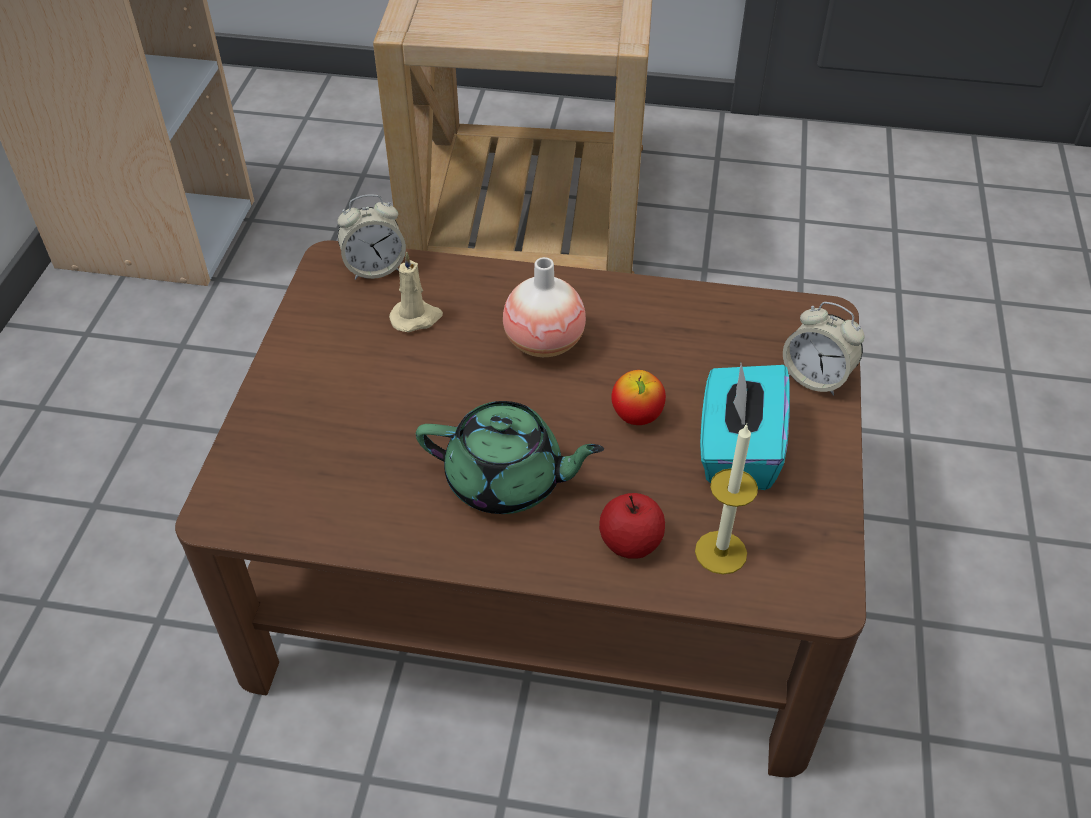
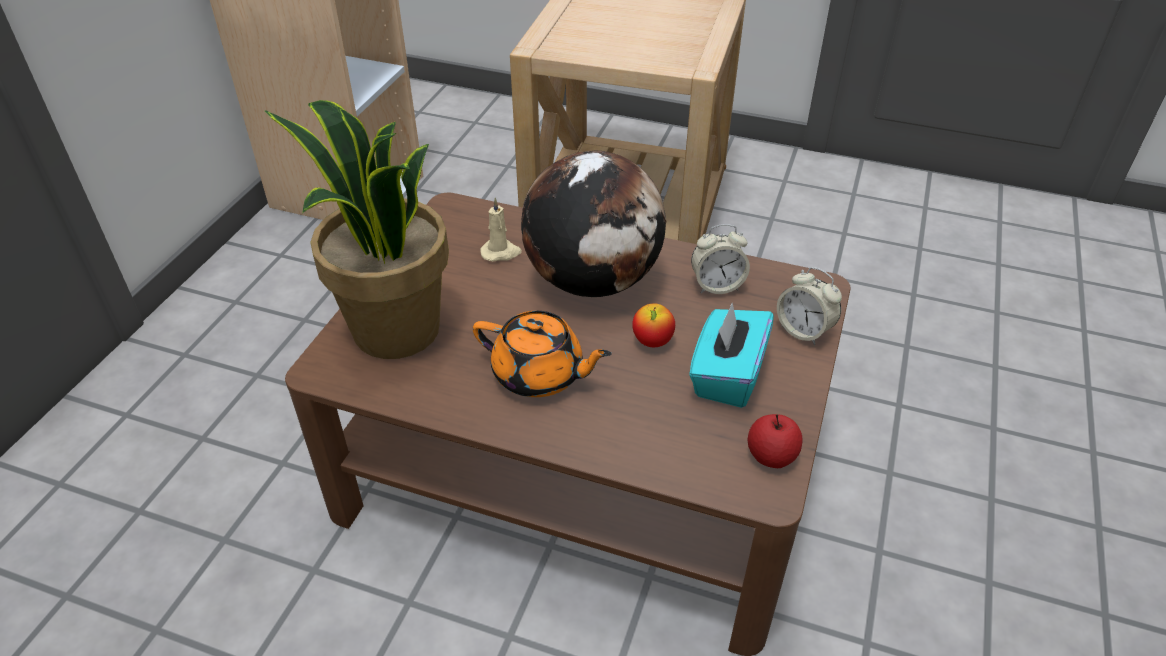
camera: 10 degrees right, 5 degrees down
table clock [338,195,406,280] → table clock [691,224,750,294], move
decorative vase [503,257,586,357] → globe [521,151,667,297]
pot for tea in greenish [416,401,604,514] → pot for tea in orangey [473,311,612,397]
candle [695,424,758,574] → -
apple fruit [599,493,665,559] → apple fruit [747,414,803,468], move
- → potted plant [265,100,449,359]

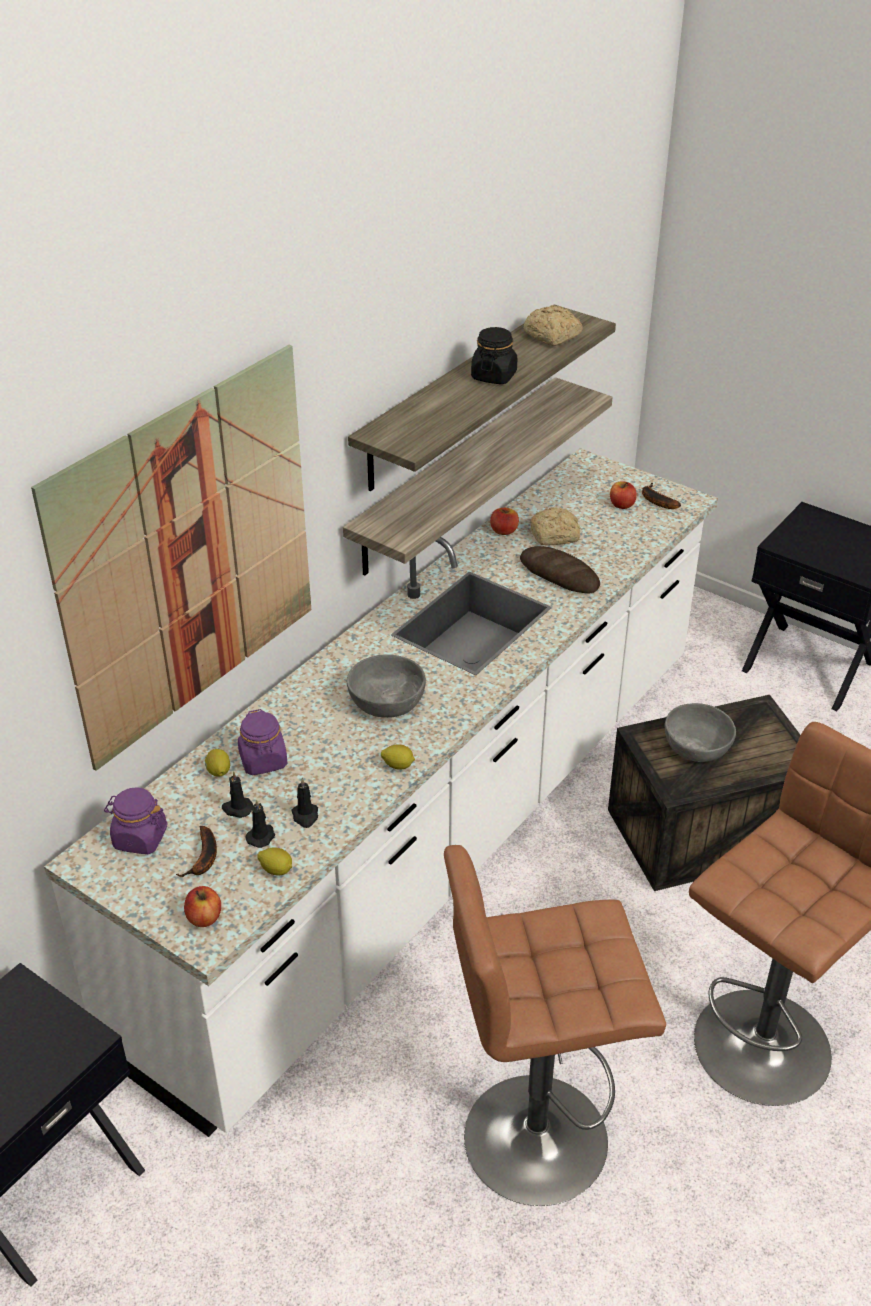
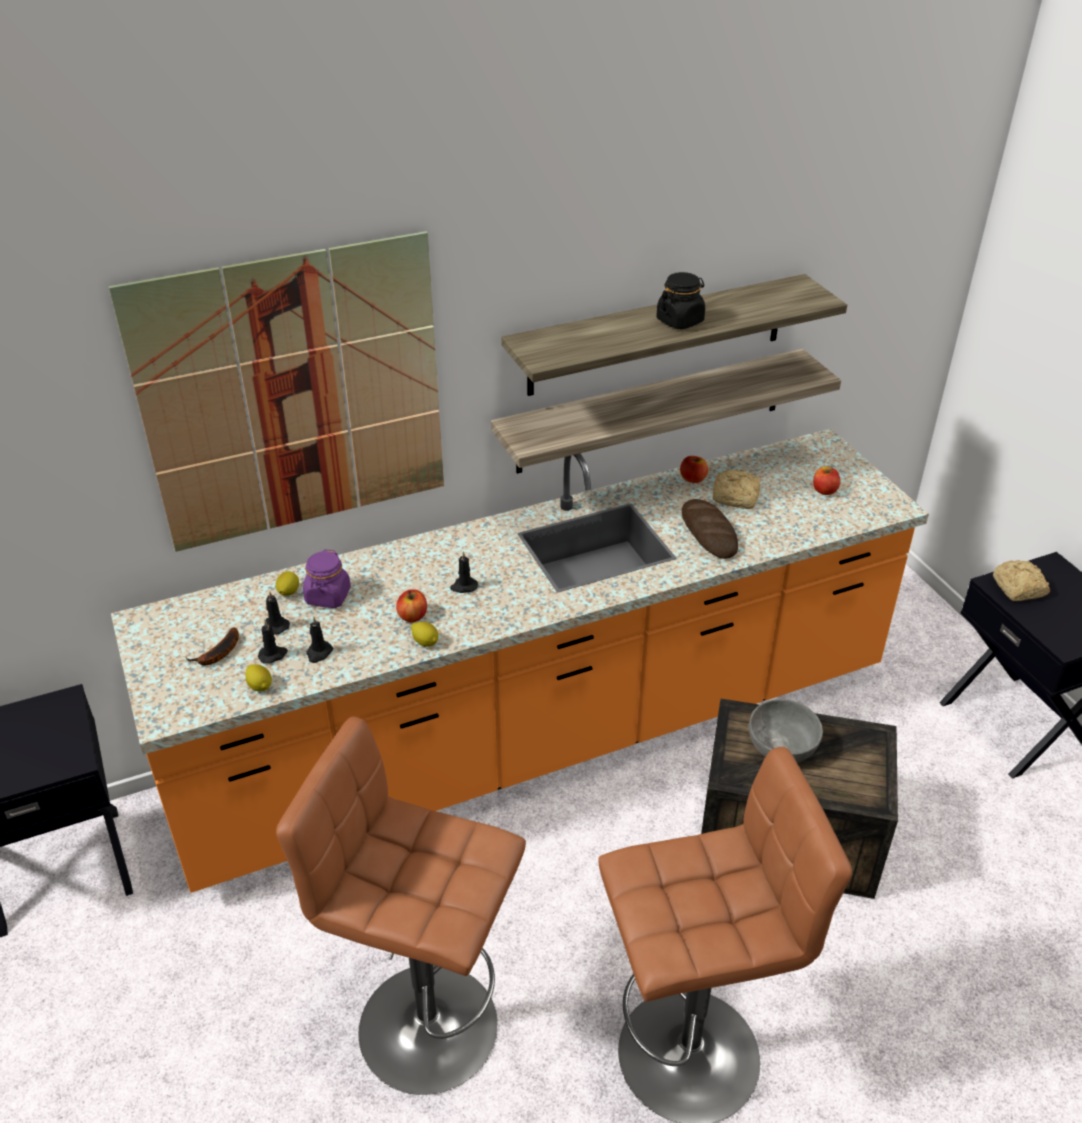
camera: 30 degrees right, 0 degrees up
baked bread [524,305,583,346] → baked bread [993,560,1050,601], move
kitchen base unit in whitish [44,448,718,1137] → kitchen base unit in orangey [111,429,929,893]
whole banana [642,482,681,509] → -
deep dish in grey [347,654,426,718] → candle in black [450,552,478,593]
preserve jar in purple [104,787,168,854] → -
apple fruit [184,886,221,927] → apple fruit [396,589,427,622], move

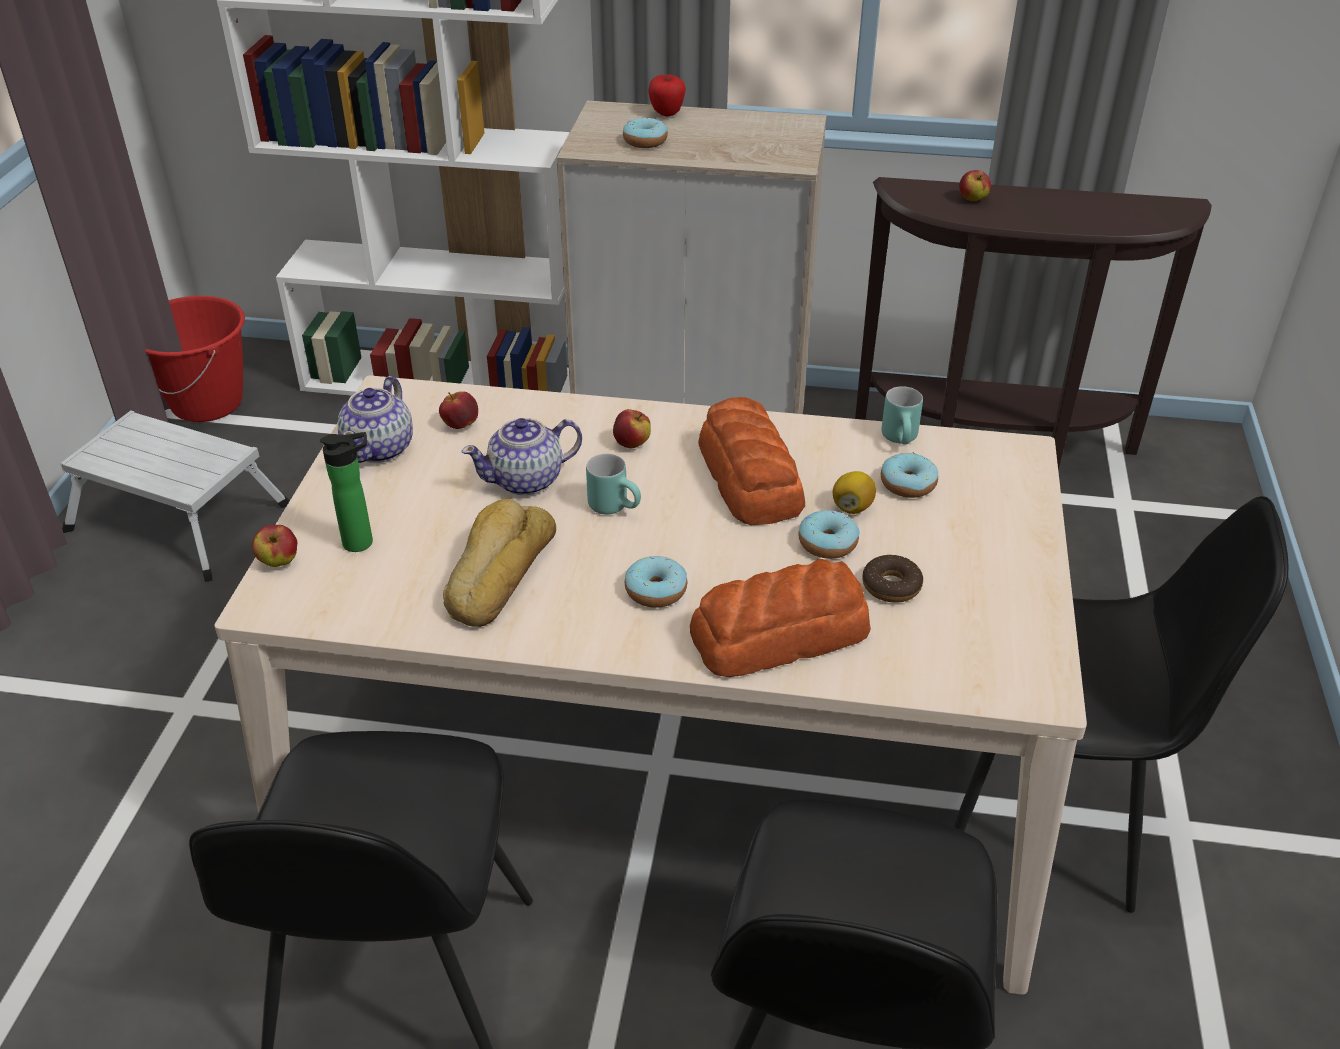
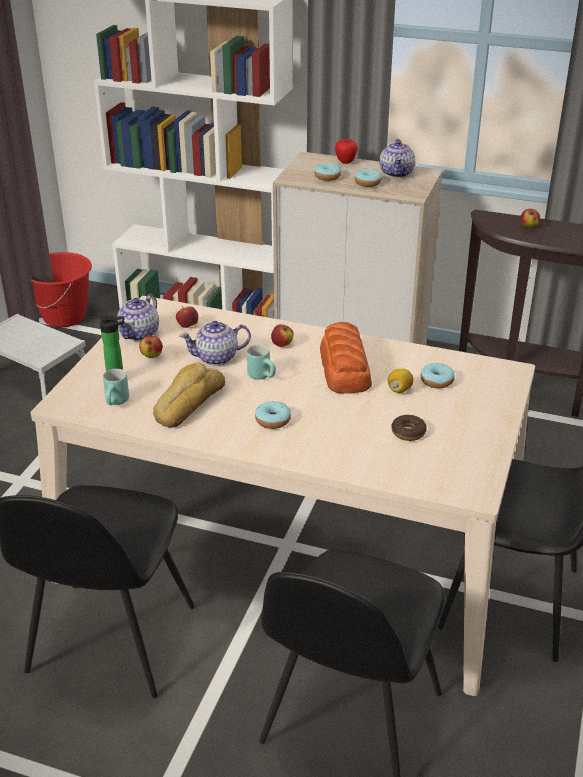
camera: 10 degrees right, 5 degrees down
mug in blue-green [882,386,923,445] → mug in blue-green [103,369,129,405], move
ring doughnut [798,510,860,559] → ring doughnut [355,169,382,187], move
apple fruit [252,525,297,567] → apple fruit [139,336,163,358], move
baked bread [690,559,871,677] → -
- → pot for tea [380,139,415,178]

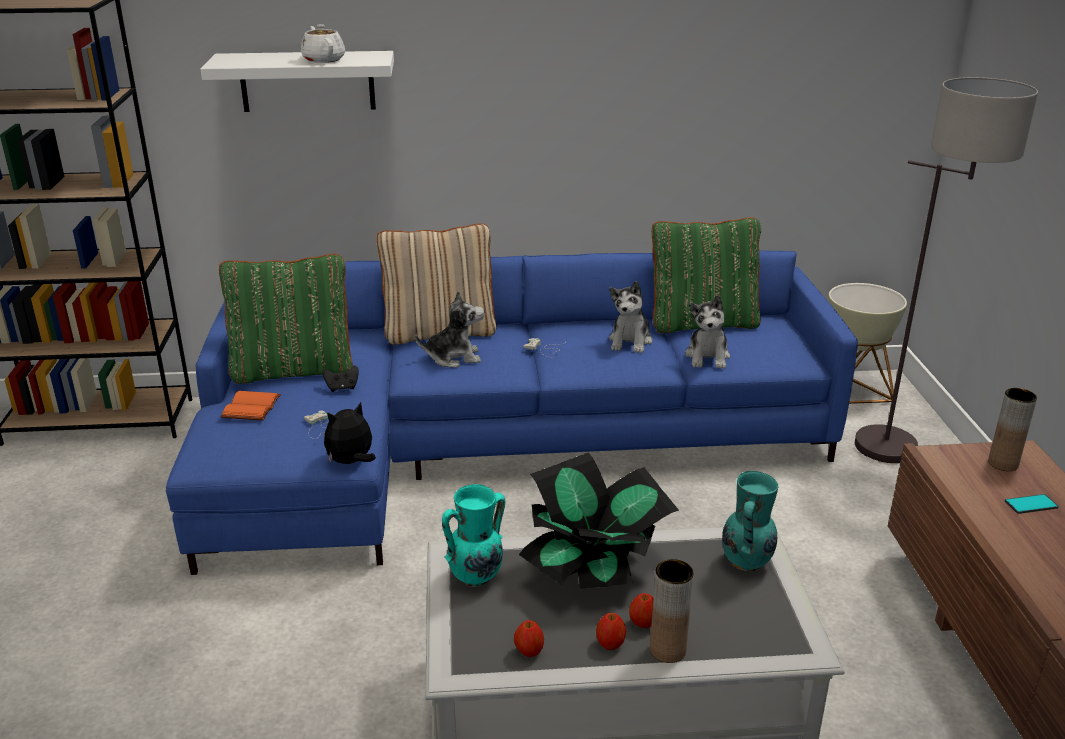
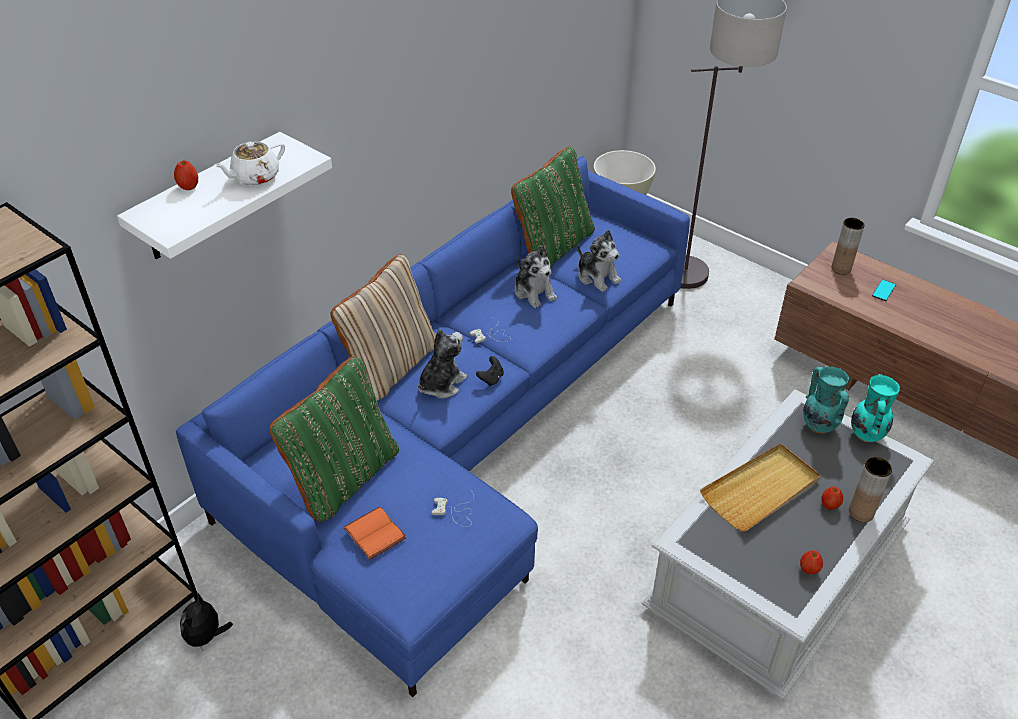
camera: 45 degrees left, 15 degrees up
pot for tea in whitish [301,24,345,63] → pot for tea in whitish [214,141,285,186], 60 degrees counterclockwise
joypad in black [322,366,359,392] → joypad in black [476,356,504,386], move
plush toy [324,402,376,464] → plush toy [180,593,233,649], move
potted plant [519,452,679,589] → serving tray in sand-coloured [700,443,821,532]
decorative vase in blue-green [442,484,506,587] → decorative vase in blue-green [851,374,900,442], move
apple fruit [596,613,626,650] → apple fruit [174,160,198,190], move

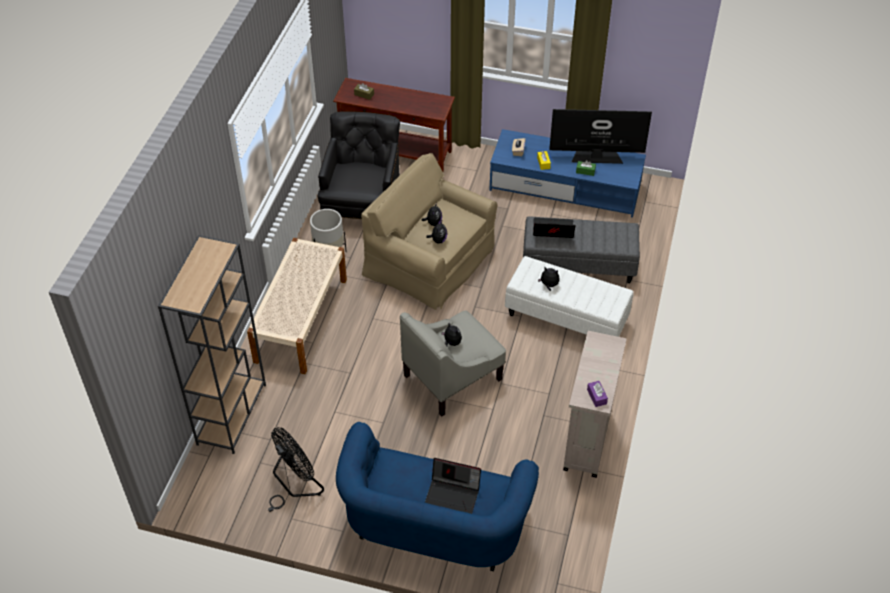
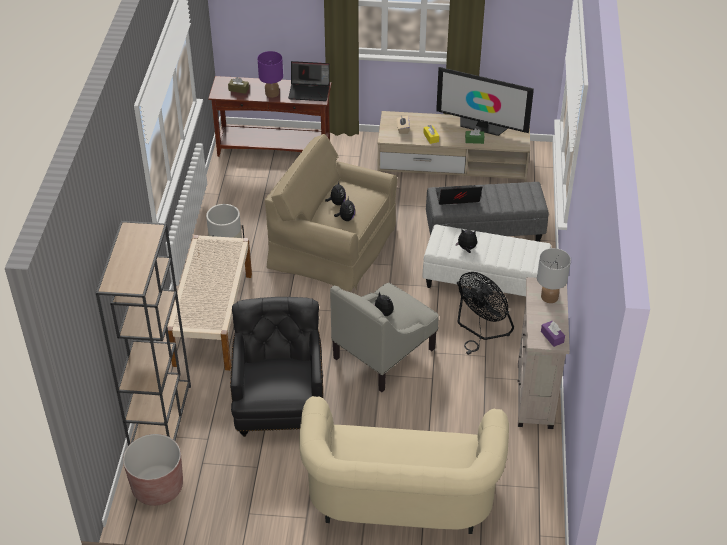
camera: 10 degrees left, 5 degrees down
TV [549,109,652,164] → TV [436,67,534,136], 150 degrees counterclockwise
easy chair in black [318,111,400,219] → easy chair in black [230,297,323,437], move
media console in bluish [489,129,646,218] → media console in sand-coloured [377,111,530,182]
sofa in bluish [336,422,539,572] → sofa in sand-coloured [299,396,509,534]
electric fan in black [268,427,324,512] → electric fan in black [457,272,514,355], move
portable computer [425,458,481,514] → portable computer [288,61,330,101], move
- → table lamp in purple [257,51,283,98]
- → table lamp in grey [537,248,571,303]
- → flower pot in brown-coloured [123,434,183,506]

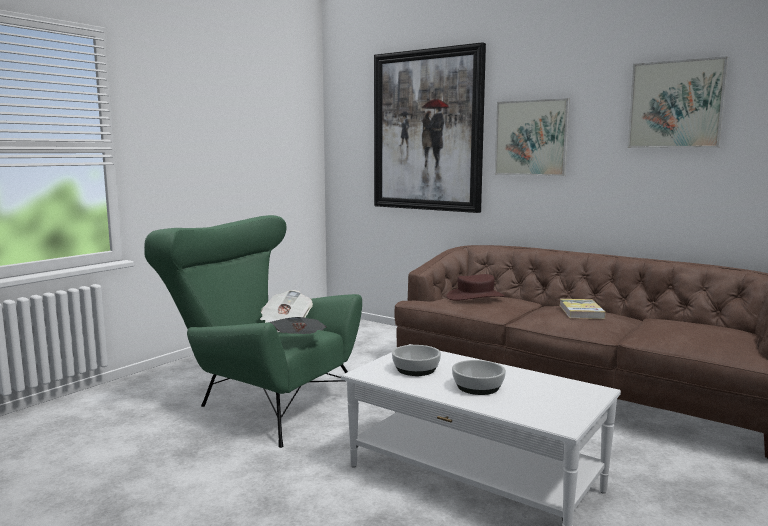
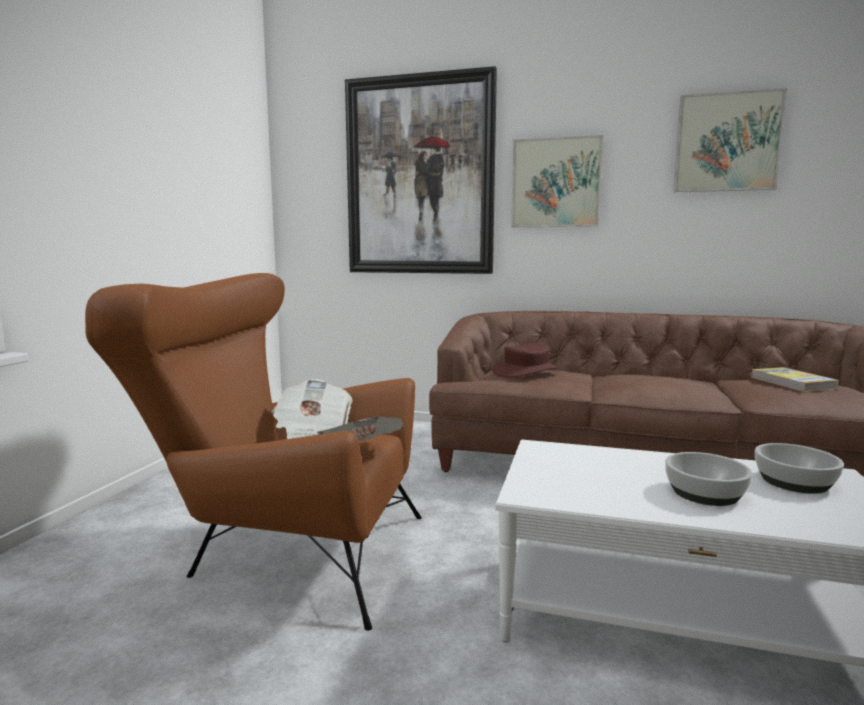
camera: 20 degrees left, 0 degrees up
easy chair in greenish [144,215,362,448] → easy chair in brown-coloured [85,273,422,631]
volume [559,299,606,319] → volume [751,367,839,392], move
deep dish [392,345,441,376] → deep dish [755,443,844,494], move

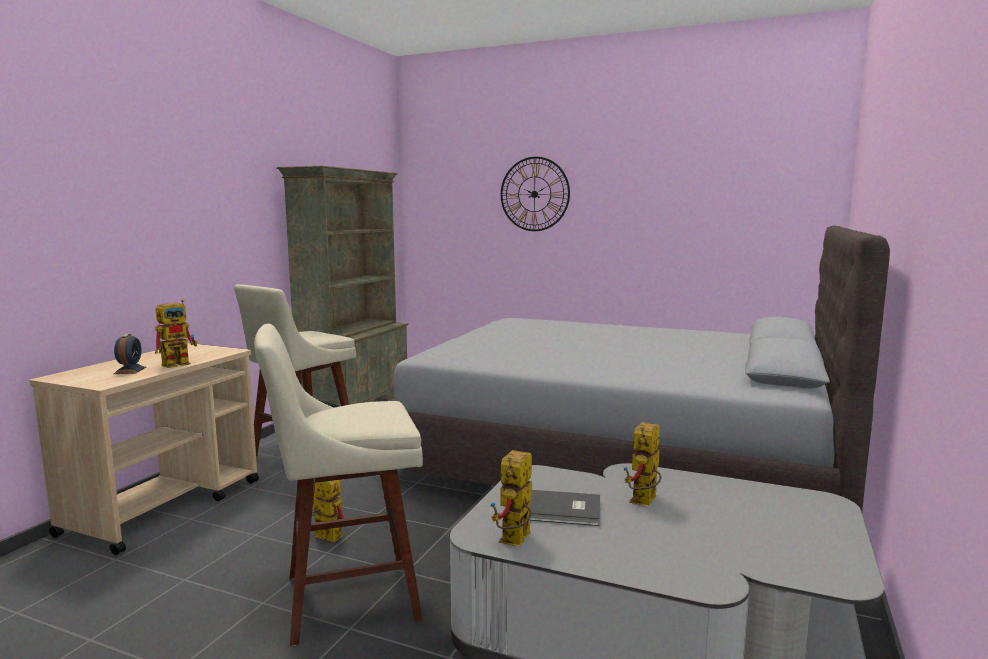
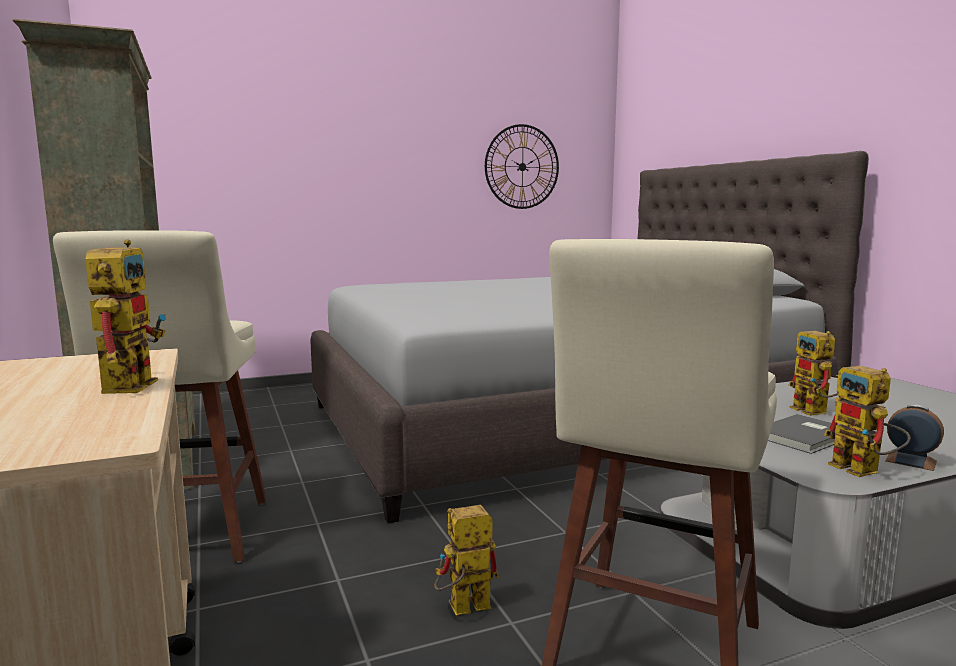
camera: 45 degrees left, 0 degrees up
clock on the wall [501,157,570,231] → clock on the wall [485,124,559,209], move
table clock [114,334,146,374] → table clock [885,405,944,471], move

